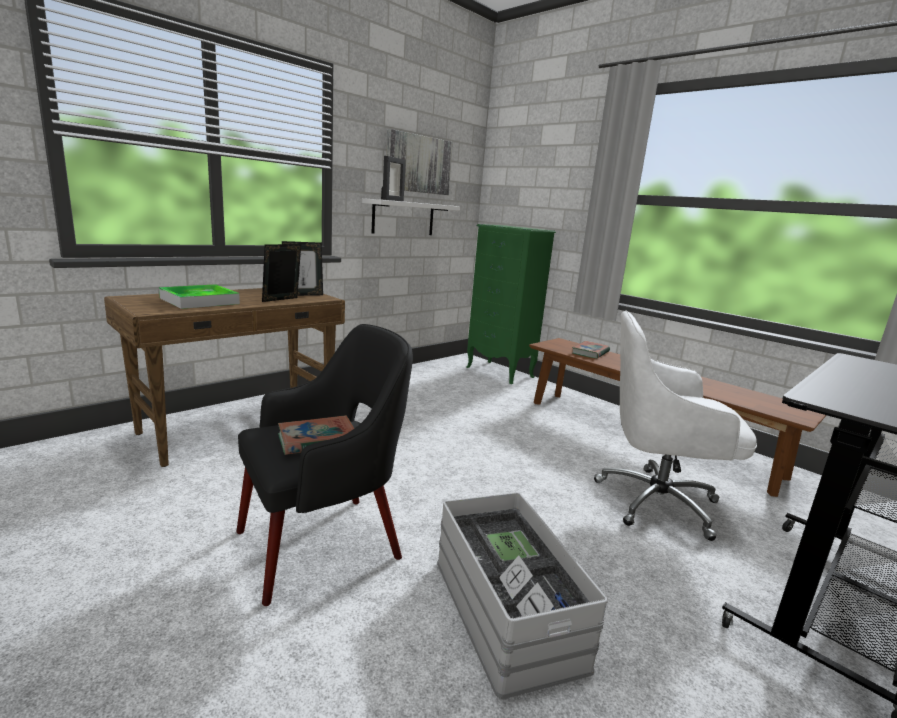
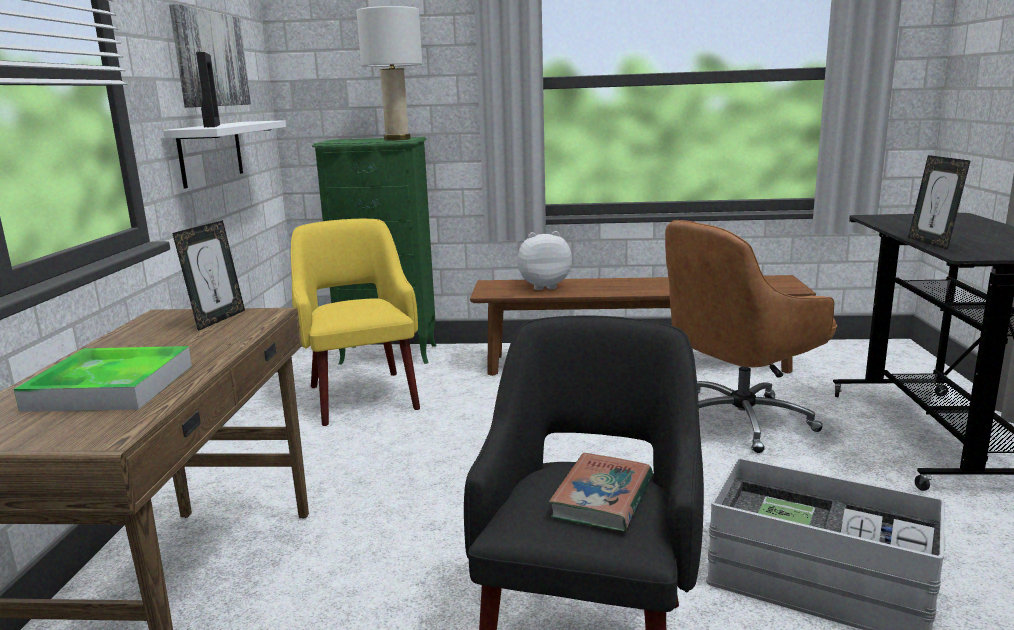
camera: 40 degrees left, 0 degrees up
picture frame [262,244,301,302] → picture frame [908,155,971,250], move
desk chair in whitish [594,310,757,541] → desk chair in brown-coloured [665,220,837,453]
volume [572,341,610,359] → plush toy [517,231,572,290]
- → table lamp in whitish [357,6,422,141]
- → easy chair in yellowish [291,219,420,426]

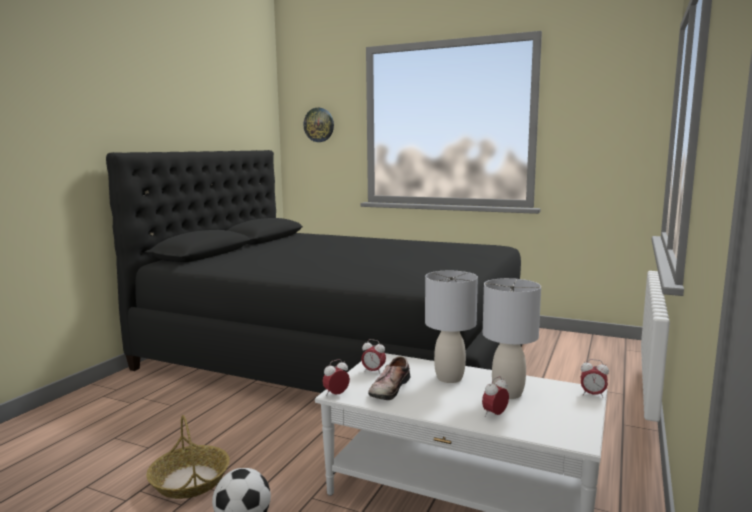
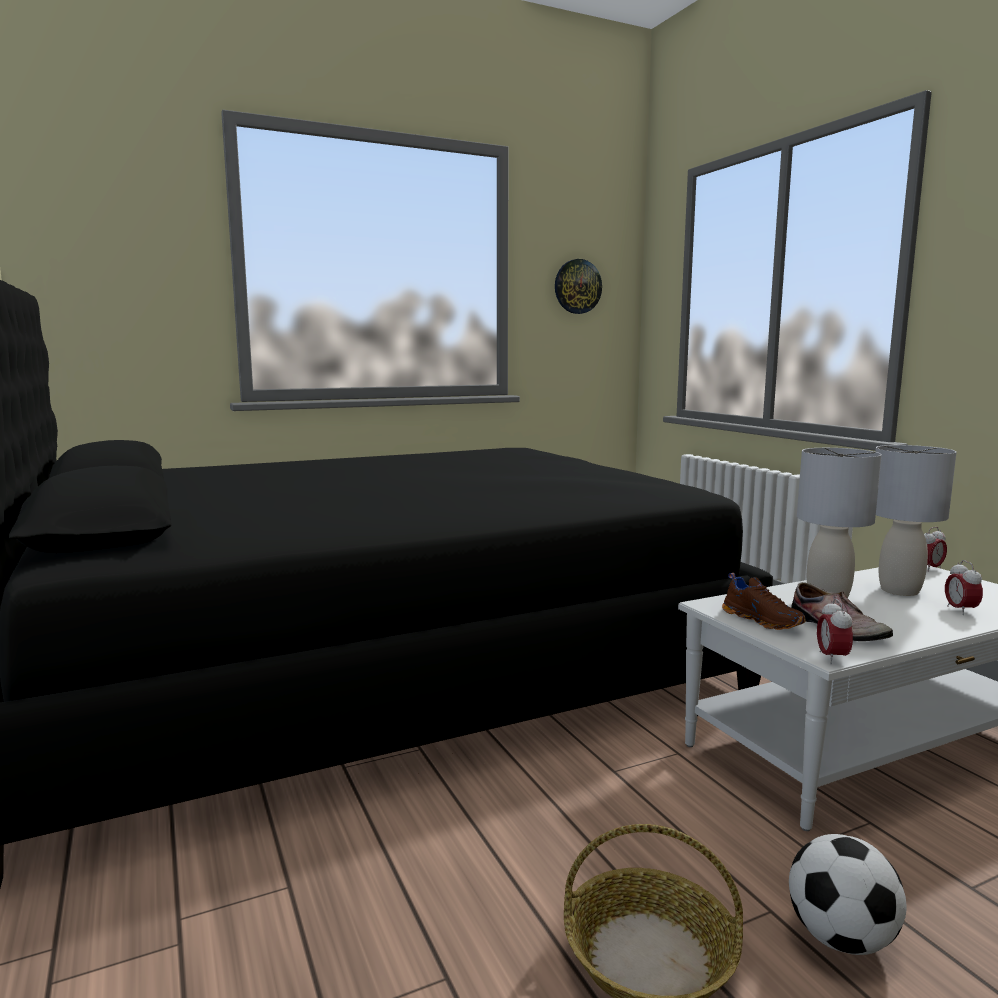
camera: 50 degrees left, 0 degrees up
clock on the wall [303,108,334,142] → clock on the wall [555,259,602,314], move
table clock [361,339,386,373] → low shoe in brown-coloured [722,573,806,630]

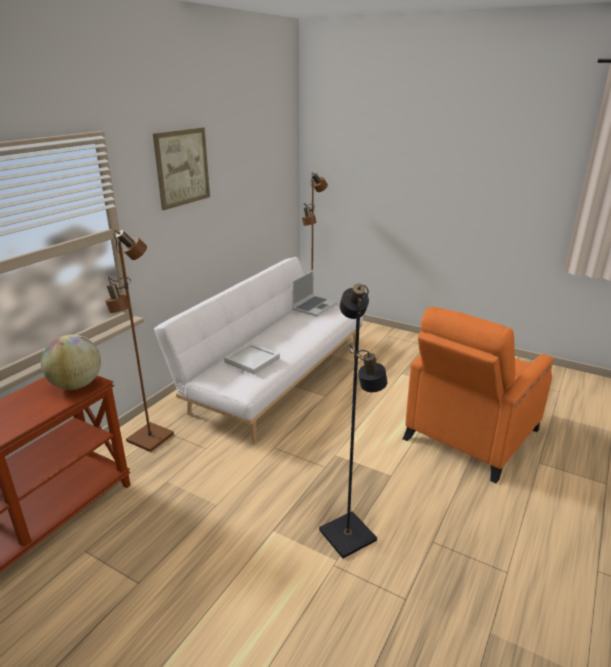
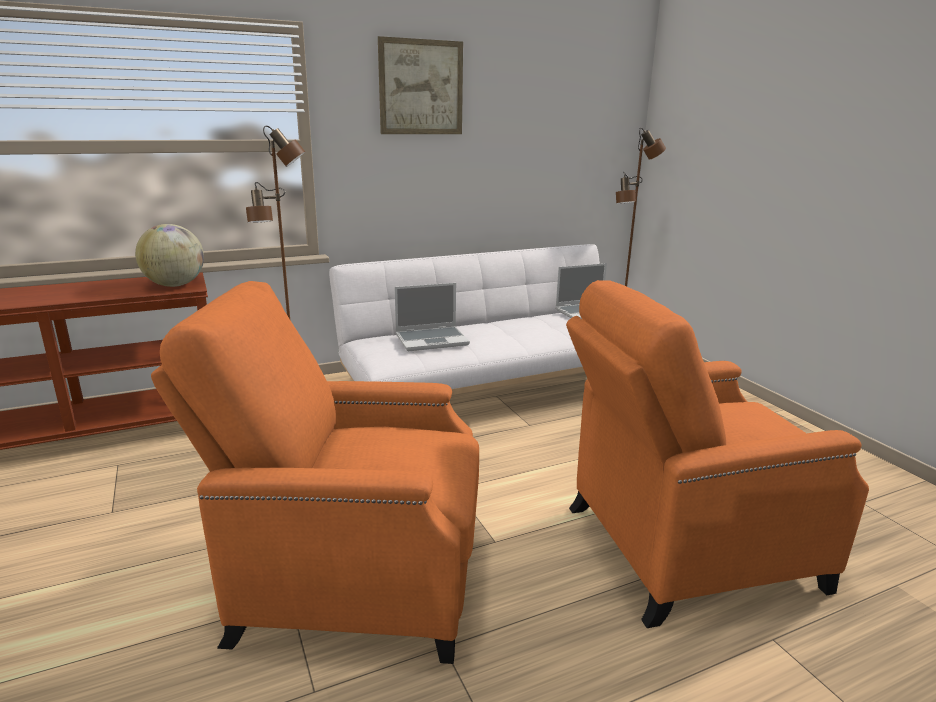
camera: 35 degrees right, 5 degrees down
floor lamp in black [319,283,387,558] → easy chair in orangey [151,281,479,664]
serving tray in whitish [224,343,280,374] → portable computer [395,283,470,351]

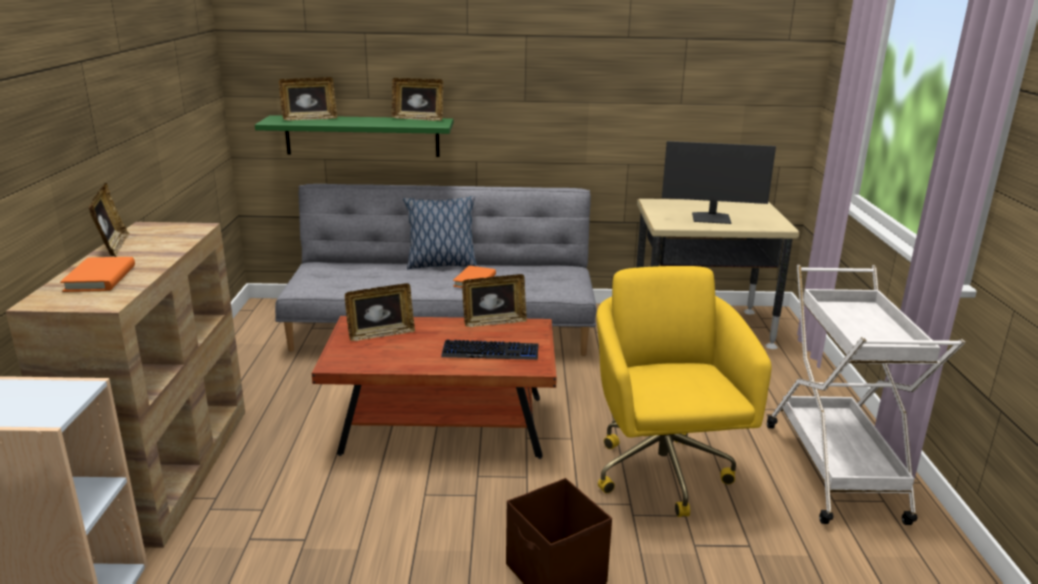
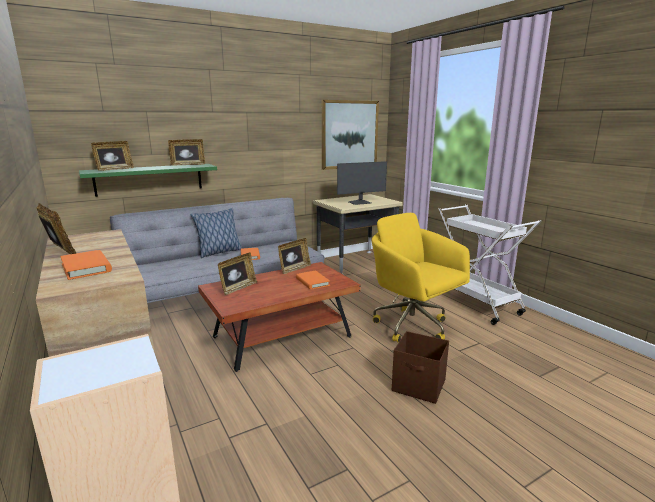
camera: 30 degrees left, 5 degrees down
PC keyboard [441,339,538,360] → volume in orangey [296,270,330,290]
- → wall picture [322,100,379,170]

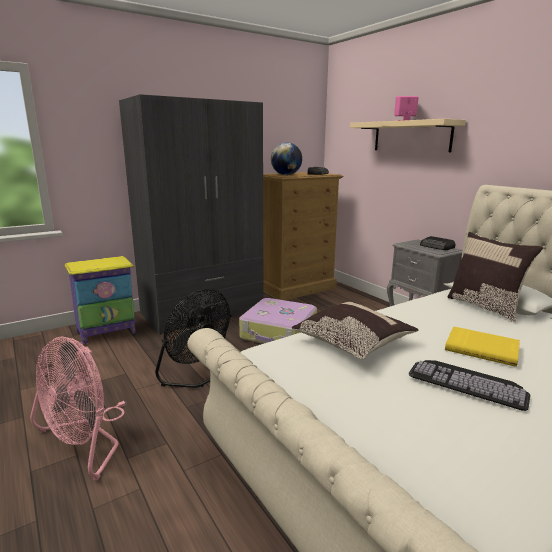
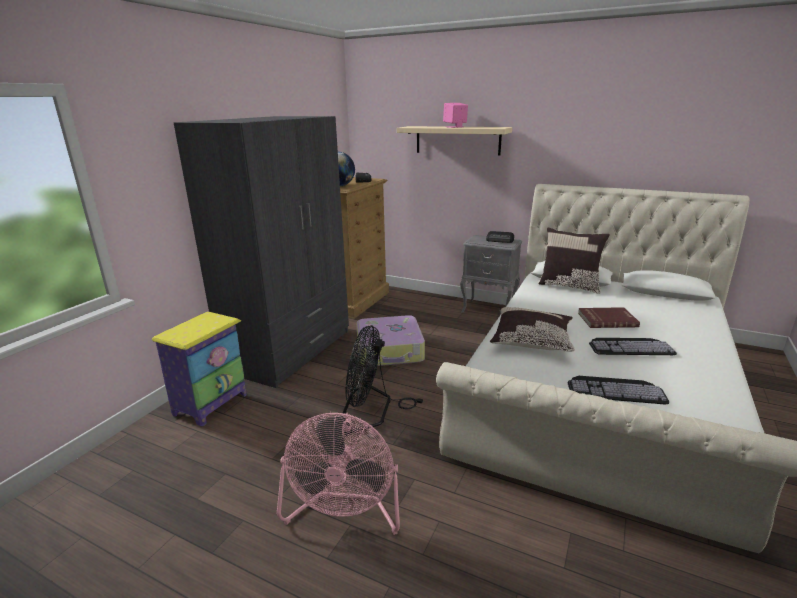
camera: 30 degrees left, 5 degrees up
volume in yellowish [445,326,520,367] → volume in red [578,307,640,328]
- → PC keyboard [567,376,670,404]

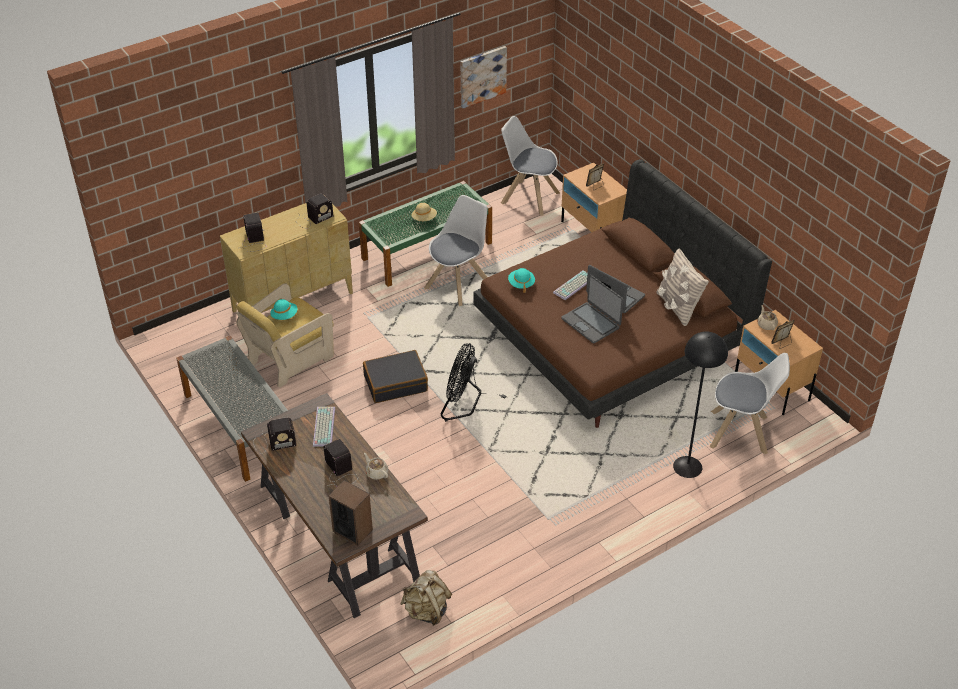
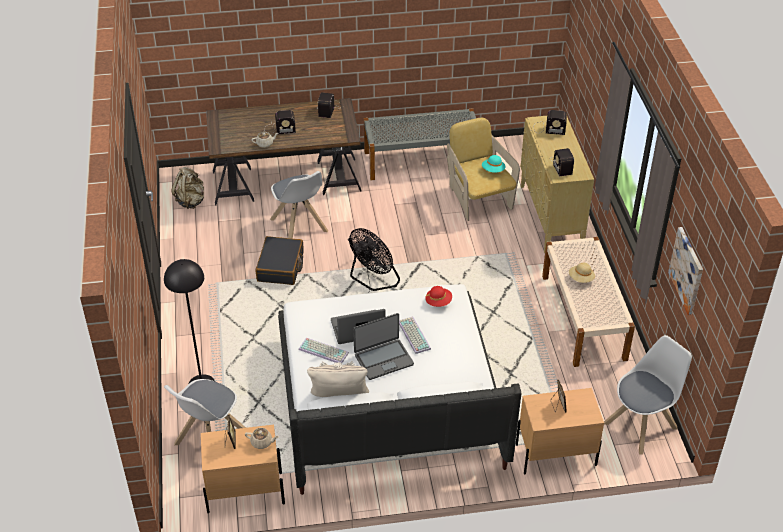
camera: 115 degrees right, 0 degrees up
sleeping bed in brown-coloured [473,159,772,428] → sleeping bed in whitish [278,284,521,495]
long seat in greenish [359,181,492,287] → long seat in sand-coloured [542,237,635,367]
upright chair [424,195,487,306] → upright chair [270,171,328,239], move
clothing hat in blue-green [508,268,535,293] → clothing hat in red [425,286,452,307]
piece of luggage in black [363,350,428,403] → piece of luggage in black [256,236,304,285], move
PC keyboard [313,407,335,447] → PC keyboard [299,338,349,364], move
speaker [329,480,373,546] → -

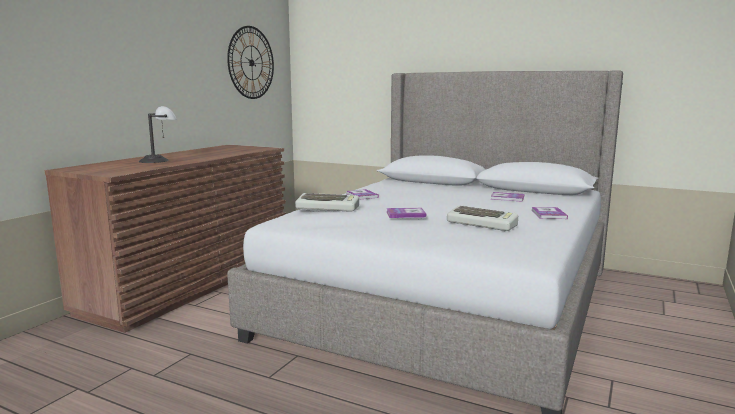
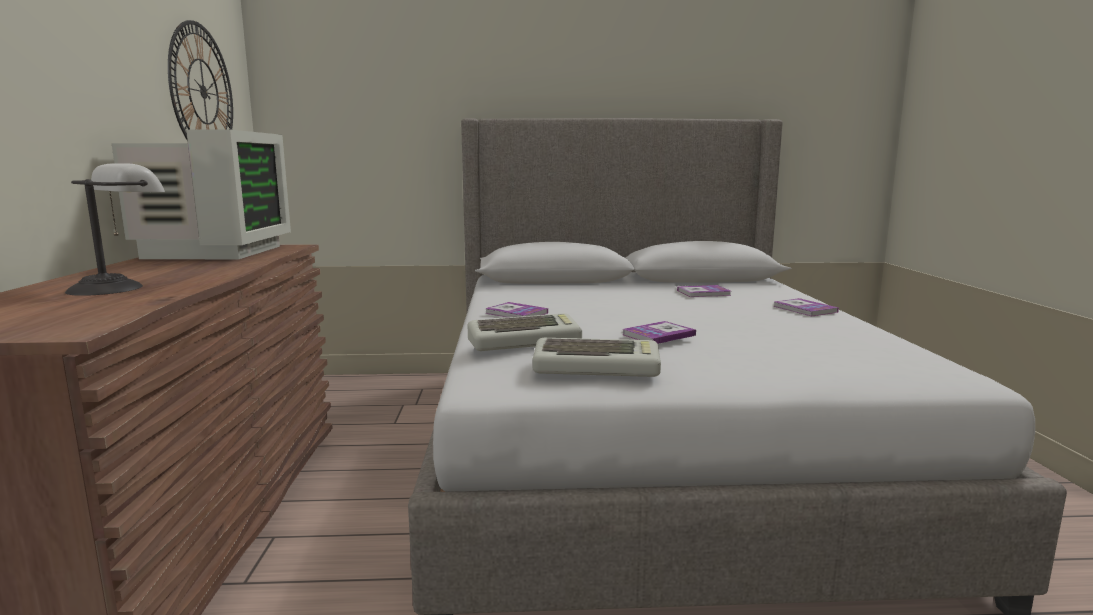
camera: 30 degrees left, 0 degrees up
PC keyboard [447,205,518,231] → PC keyboard [533,338,661,377], move
- → monitor [112,130,291,259]

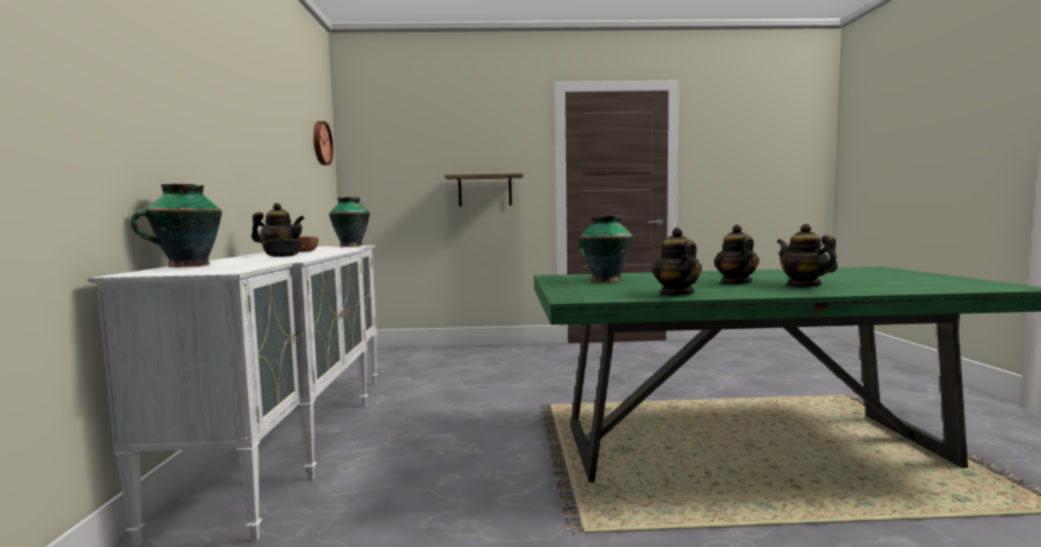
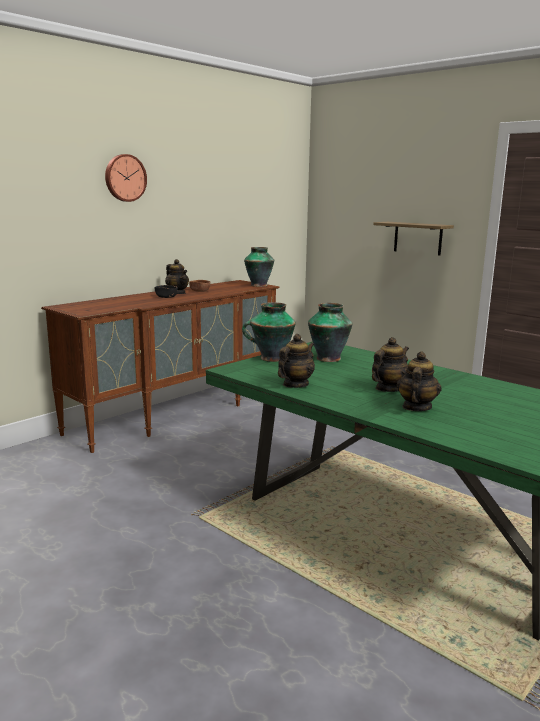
camera: 45 degrees right, 10 degrees up
clock on the wall [313,121,333,165] → clock on the wall [105,154,147,202], move
decorative vase [130,184,222,267] → decorative vase [242,302,296,362], move
cabinet in whitish [88,245,377,546] → cabinet in brown-coloured [41,280,279,453]

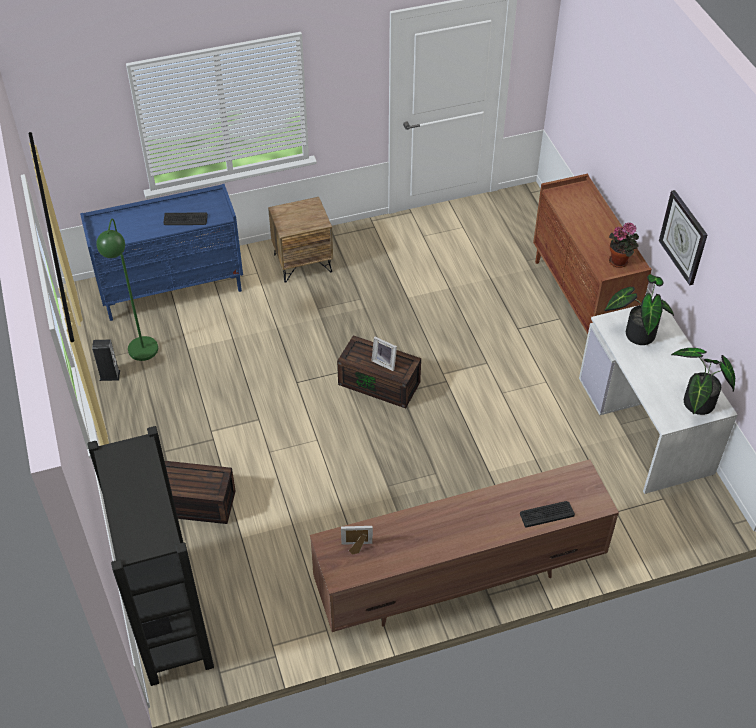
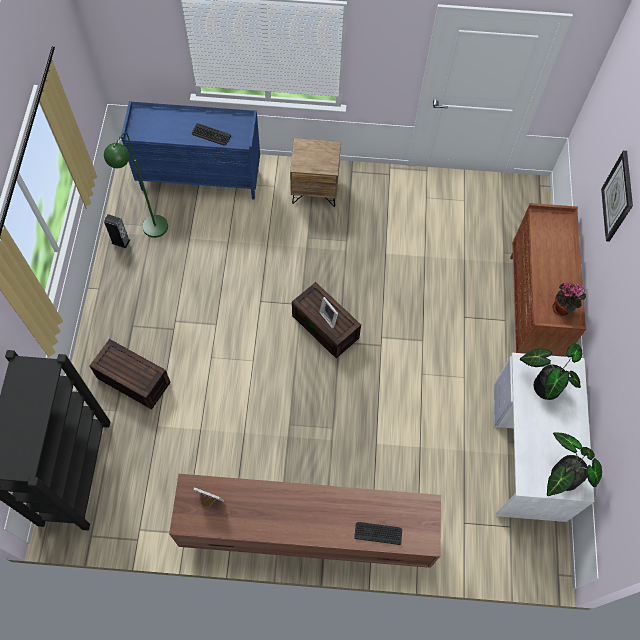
camera: 20 degrees right, 15 degrees up
clock on the wall [659,190,707,286] → clock on the wall [601,151,633,242], move

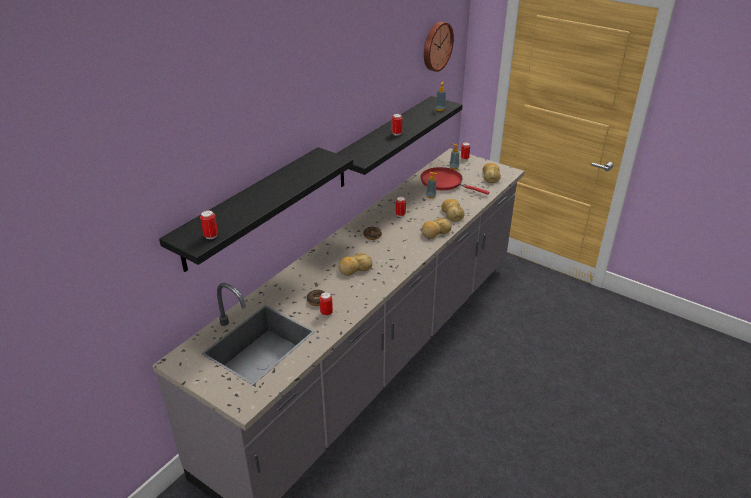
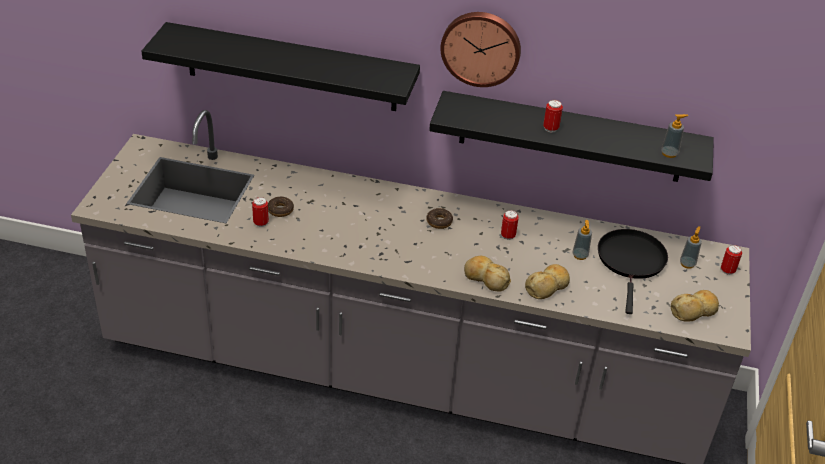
camera: 65 degrees right, 5 degrees up
clock on the wall [424,22,454,72] → clock on the wall [440,12,521,87], move
pan in red [420,167,489,195] → pan in black [598,229,668,314]
sealed can [200,210,218,239] → -
baked bread [338,253,372,276] → -

